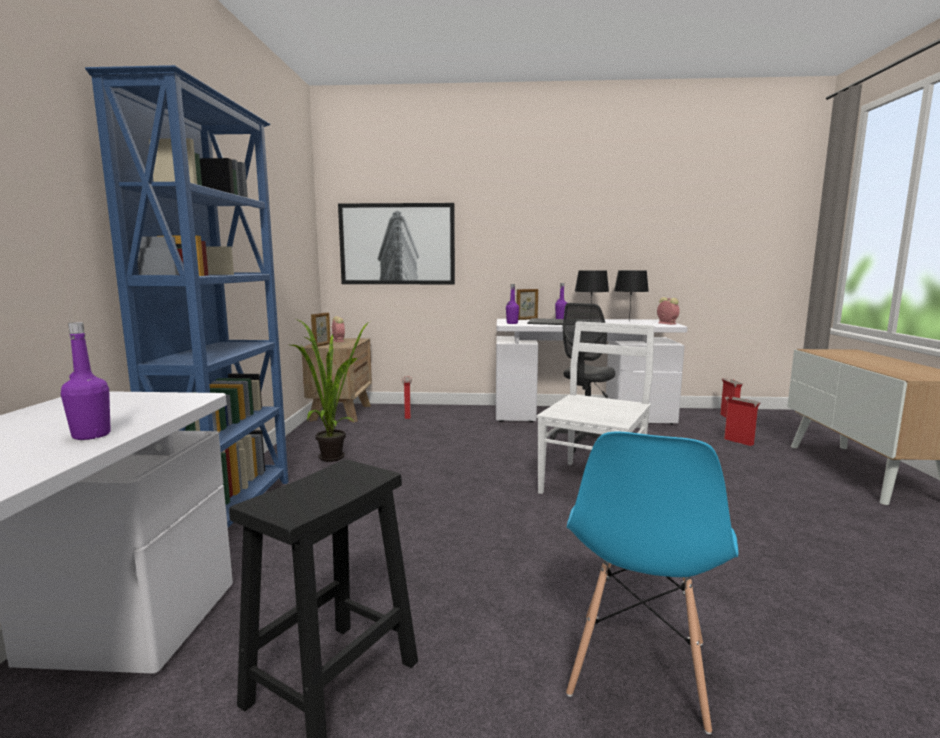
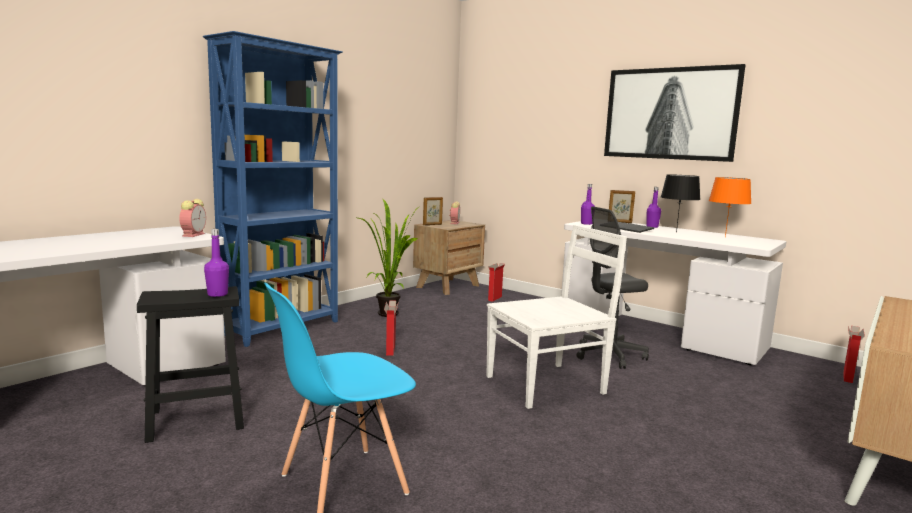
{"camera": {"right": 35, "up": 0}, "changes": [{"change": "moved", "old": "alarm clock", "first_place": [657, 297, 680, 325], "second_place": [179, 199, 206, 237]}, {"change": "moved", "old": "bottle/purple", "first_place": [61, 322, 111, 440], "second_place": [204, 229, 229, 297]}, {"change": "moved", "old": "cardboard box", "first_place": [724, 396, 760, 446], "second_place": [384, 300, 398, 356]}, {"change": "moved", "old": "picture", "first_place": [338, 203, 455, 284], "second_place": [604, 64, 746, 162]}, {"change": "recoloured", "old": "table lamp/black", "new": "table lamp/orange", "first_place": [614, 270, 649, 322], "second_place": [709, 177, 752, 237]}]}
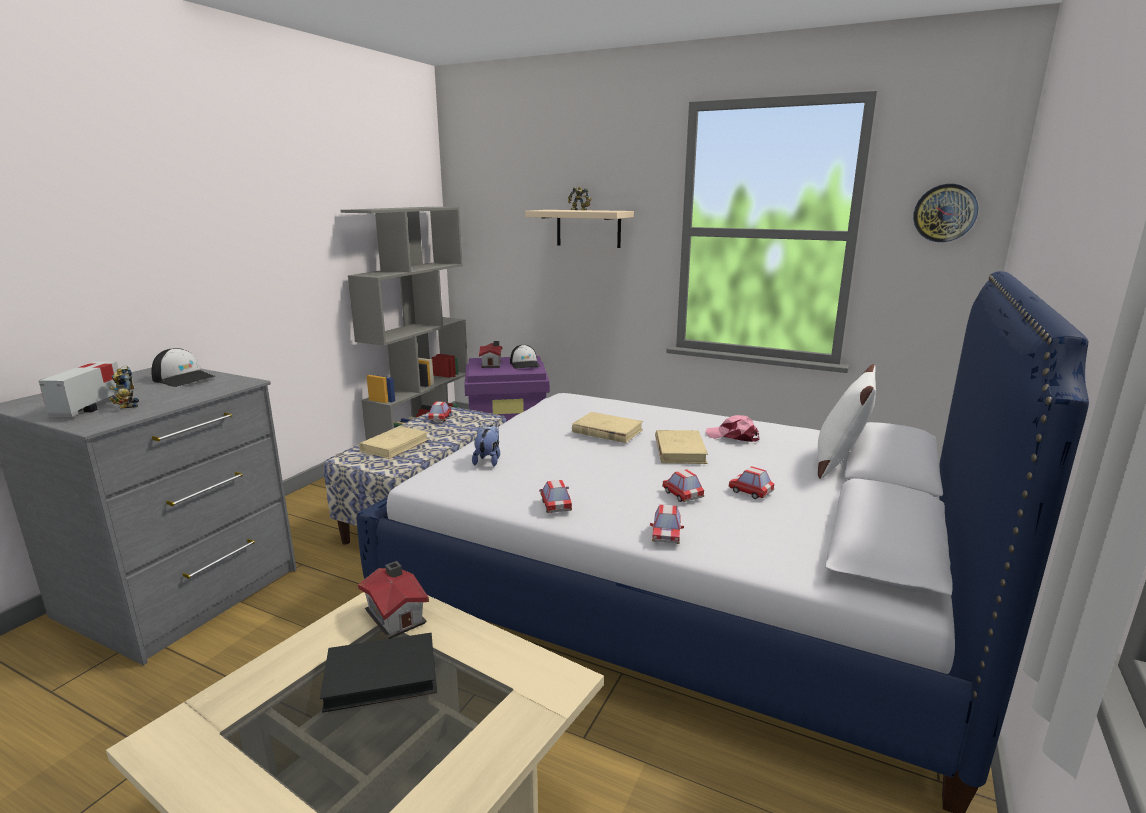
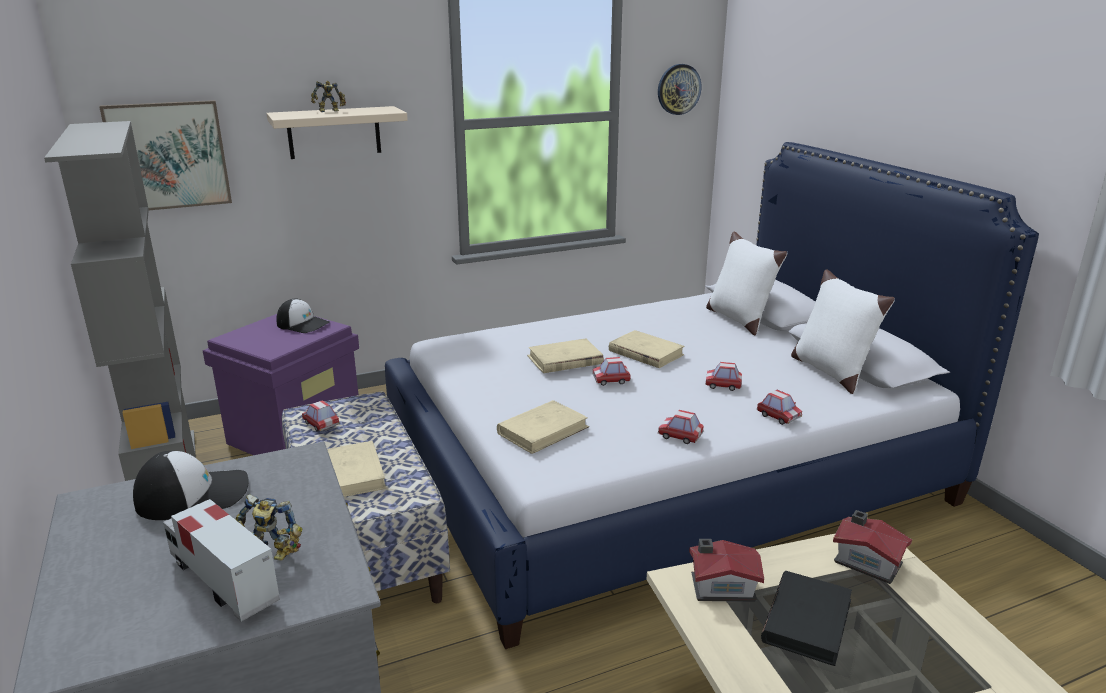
{"camera": {"right": -50, "up": 5}, "changes": [{"change": "added", "new": "picture", "second_place": [99, 100, 232, 210]}, {"change": "replaced", "old": "plush toy", "new": "book/beige", "first_place": [472, 425, 500, 466], "second_place": [497, 400, 589, 454]}, {"change": "moved", "old": "toy car", "first_place": [728, 466, 774, 499], "second_place": [592, 357, 631, 386]}, {"change": "added", "new": "pillow/white", "second_place": [791, 269, 895, 394]}, {"change": "moved", "old": "toy house", "first_place": [479, 341, 502, 368], "second_place": [833, 510, 912, 584]}, {"change": "removed", "old": "cap/pink", "first_place": [705, 415, 759, 442]}]}
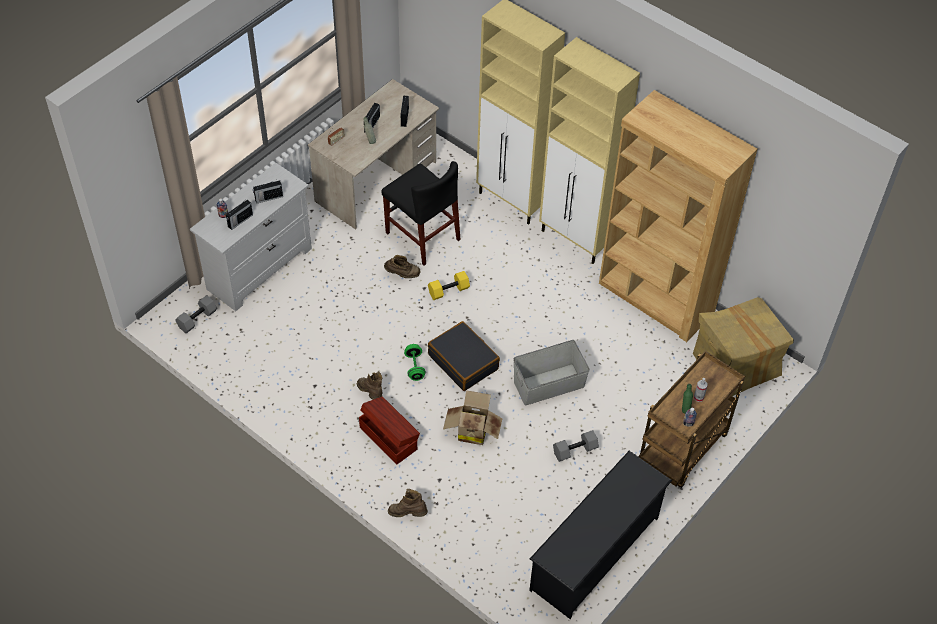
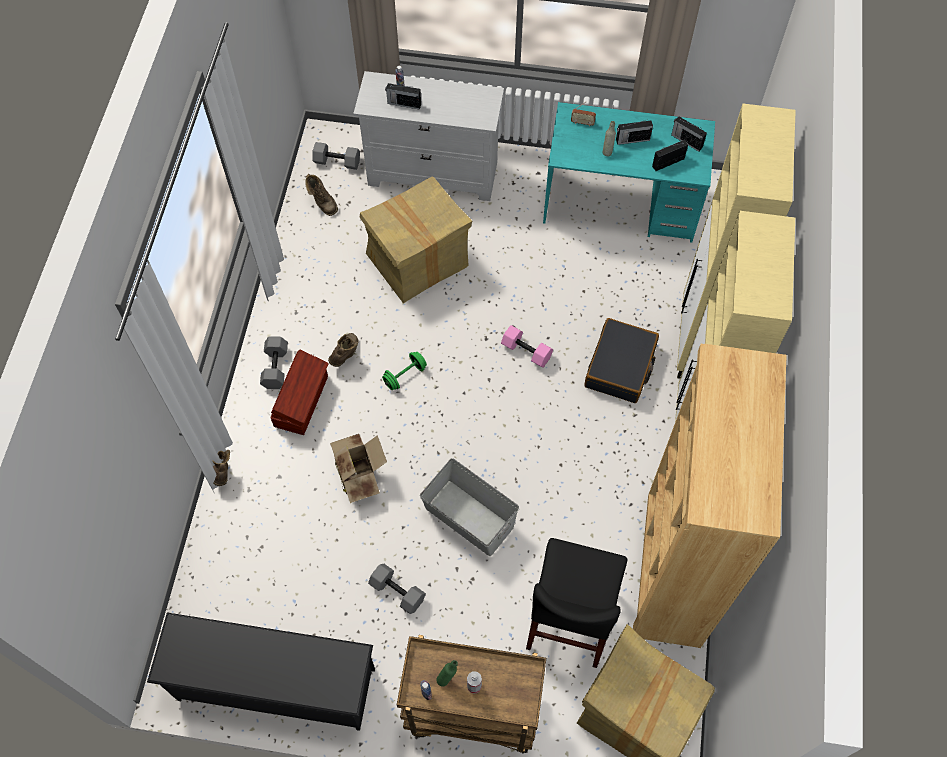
{"camera": {"right": 60, "up": 10}, "changes": [{"change": "added", "new": "dumbbell/grey", "second_place": [260, 336, 288, 389]}, {"change": "moved", "old": "boot/brown", "first_place": [384, 255, 420, 278], "second_place": [305, 174, 338, 216]}, {"change": "added", "new": "cardboard box", "second_place": [360, 177, 472, 303]}, {"change": "recoloured", "old": "dumbbell/yellow", "new": "dumbbell/pink", "first_place": [428, 271, 470, 300], "second_place": [501, 325, 553, 368]}, {"change": "moved", "old": "chair/black", "first_place": [382, 161, 461, 266], "second_place": [526, 538, 627, 668]}, {"change": "recoloured", "old": "desk/beige", "new": "desk/turquoise", "first_place": [308, 79, 439, 230], "second_place": [543, 102, 715, 243]}, {"change": "moved", "old": "suitcase/black", "first_place": [428, 321, 500, 391], "second_place": [584, 318, 659, 403]}, {"change": "moved", "old": "radio", "first_place": [253, 181, 283, 203], "second_place": [671, 116, 707, 152]}]}
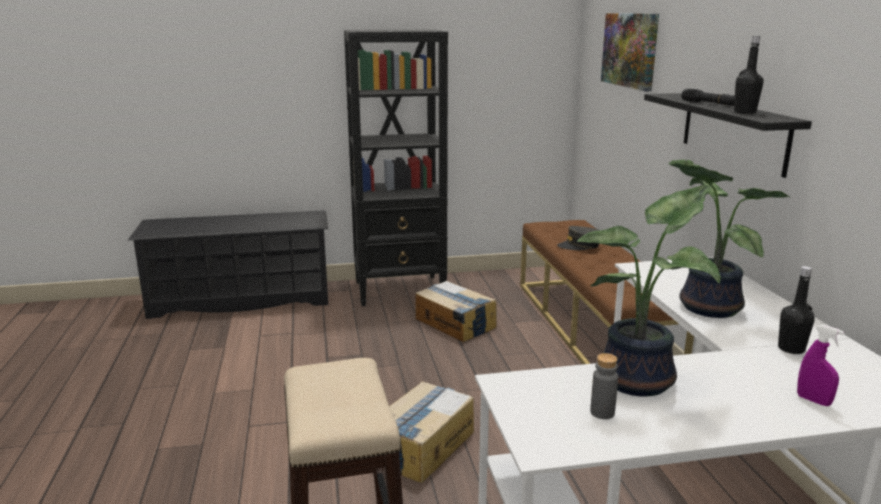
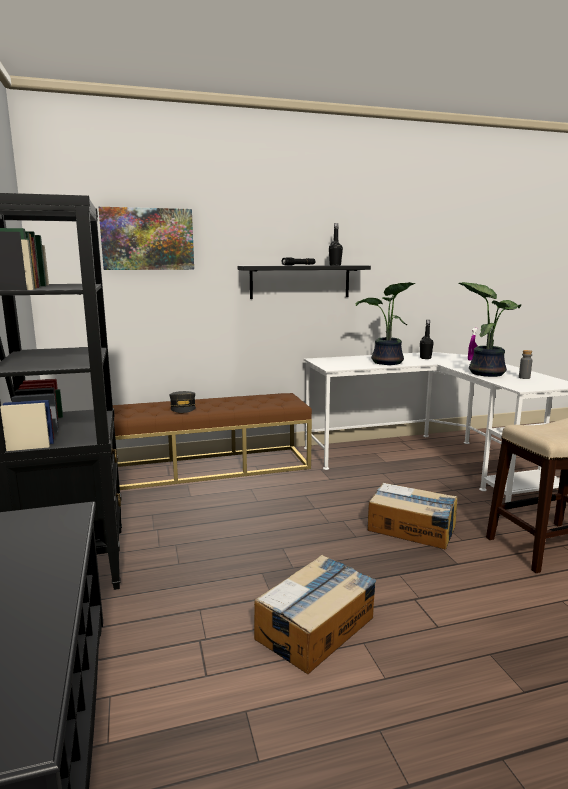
{"camera": {"right": -95, "up": -5}, "changes": [{"change": "moved", "old": "cardboard box", "first_place": [415, 281, 497, 342], "second_place": [254, 555, 376, 674]}]}
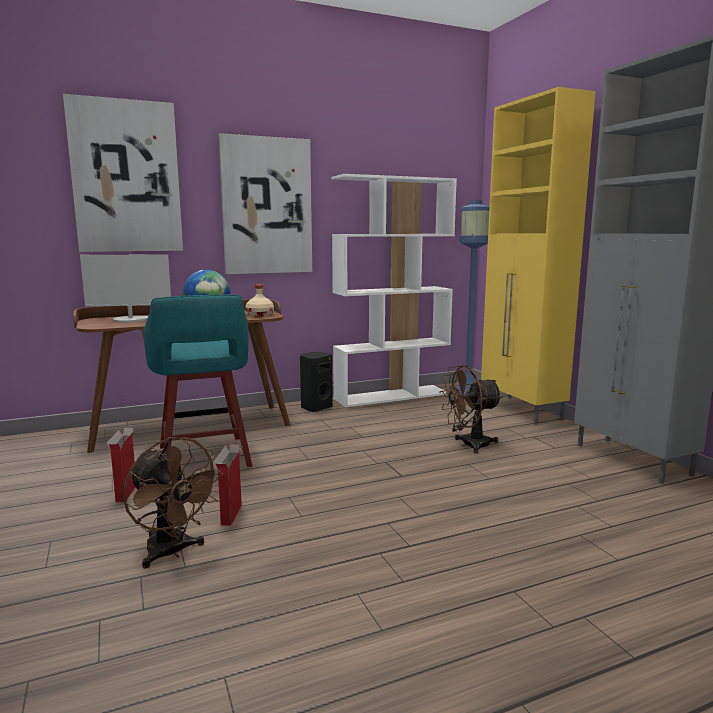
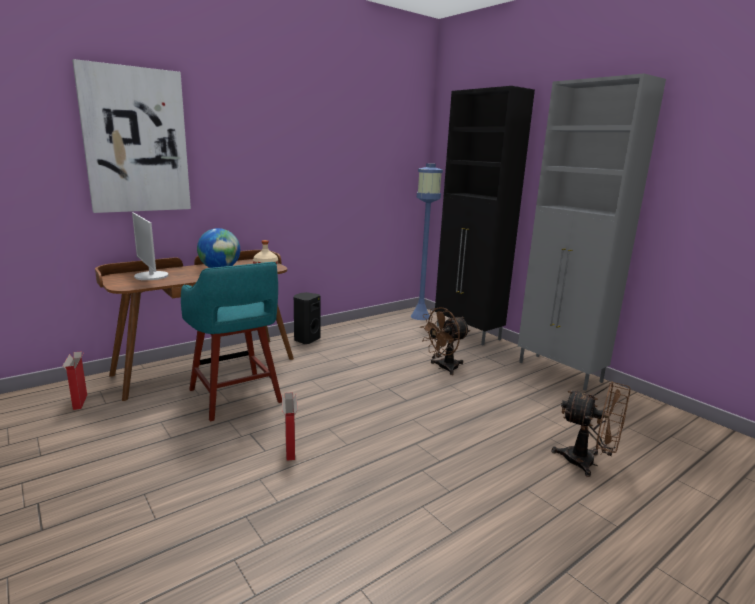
{"camera": {"right": -15, "up": 5}, "changes": [{"change": "moved", "old": "cardboard box", "first_place": [106, 428, 135, 502], "second_place": [63, 352, 87, 410]}, {"change": "turned", "old": "monitor", "first_place": [80, 254, 171, 323], "second_place": [132, 212, 169, 280], "degrees": 75}, {"change": "recoloured", "old": "cabinet/yellow", "new": "cabinet/black", "first_place": [481, 87, 596, 425], "second_place": [435, 86, 535, 345]}, {"change": "moved", "old": "fan/brown", "first_place": [123, 437, 223, 568], "second_place": [551, 381, 630, 477]}, {"change": "removed", "old": "picture", "first_place": [218, 133, 312, 274]}, {"change": "removed", "old": "bookcase/white", "first_place": [331, 174, 457, 408]}]}
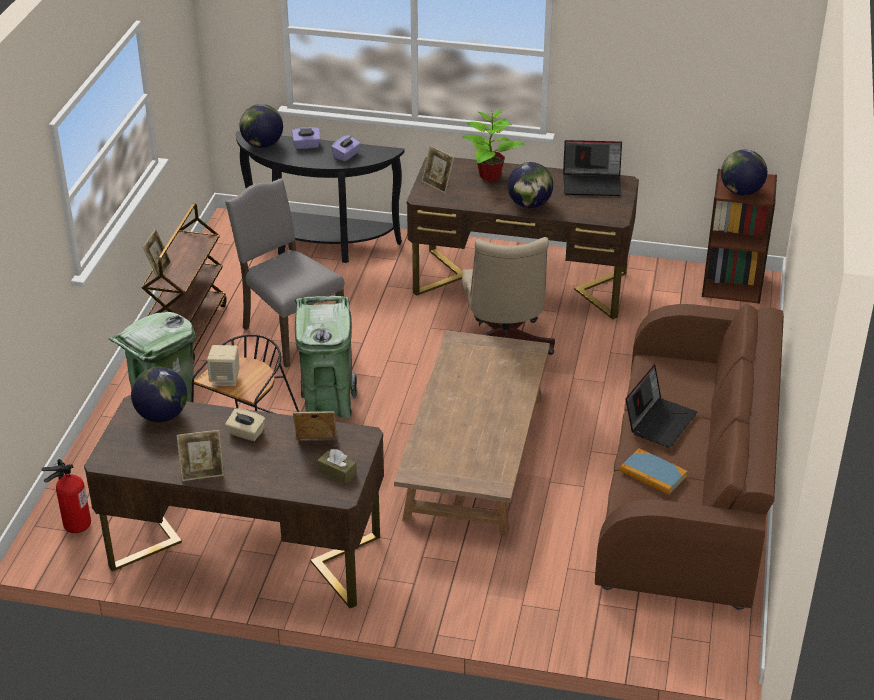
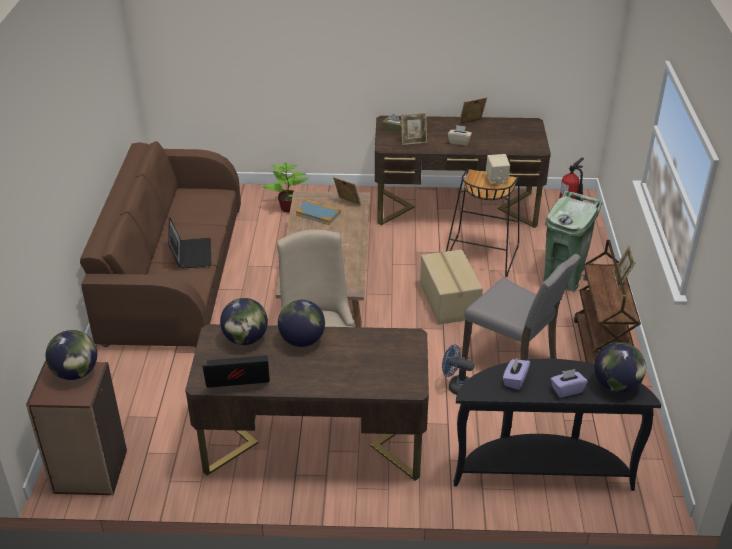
{"camera": {"right": 170, "up": 0}, "changes": [{"change": "turned", "old": "laptop", "first_place": [625, 364, 698, 448], "second_place": [168, 217, 212, 269], "degrees": 150}, {"change": "moved", "old": "globe", "first_place": [131, 367, 187, 422], "second_place": [220, 298, 268, 345]}, {"change": "moved", "old": "potted plant", "first_place": [462, 109, 525, 181], "second_place": [263, 162, 309, 213]}, {"change": "moved", "old": "book", "first_place": [620, 448, 688, 495], "second_place": [296, 200, 341, 225]}, {"change": "moved", "old": "picture frame", "first_place": [422, 146, 454, 193], "second_place": [333, 177, 361, 205]}, {"change": "replaced", "old": "trash can/green", "new": "cardboard box", "first_place": [295, 296, 357, 419], "second_place": [420, 249, 483, 324]}, {"change": "added", "new": "fan/blue", "second_place": [442, 345, 474, 395]}]}
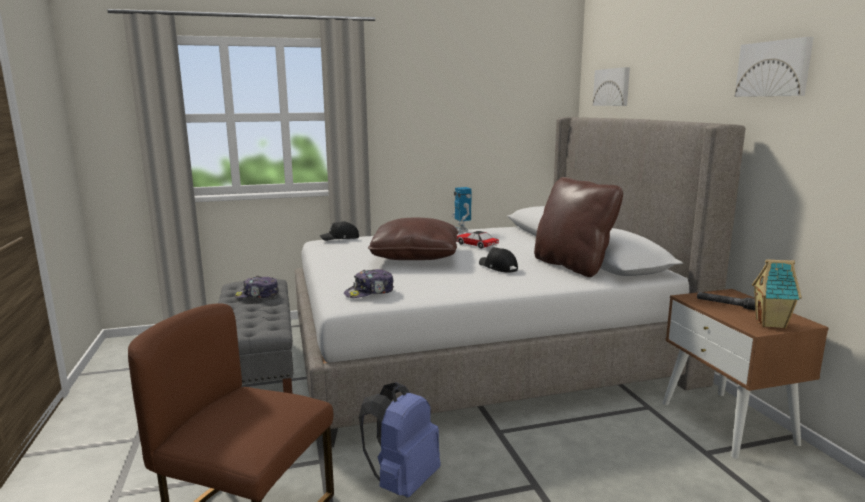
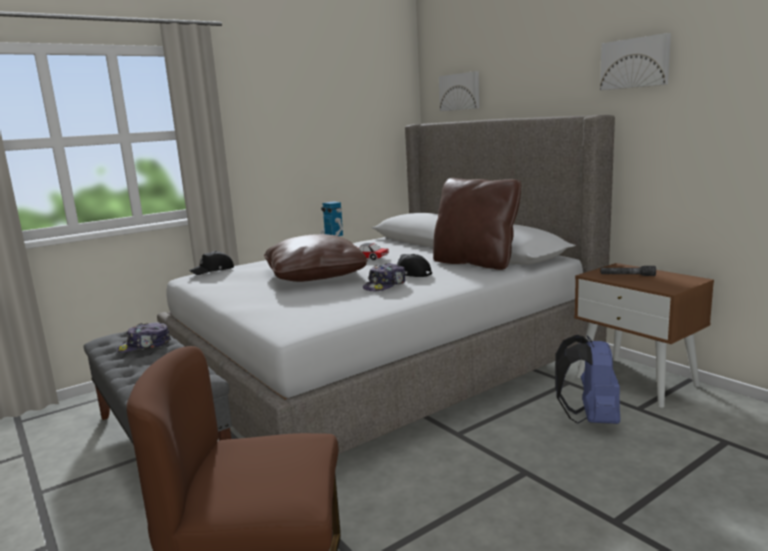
{"camera": {"right": -20, "up": 0}, "changes": [{"change": "moved", "old": "cap", "first_place": [344, 269, 394, 298], "second_place": [363, 263, 405, 291]}, {"change": "moved", "old": "backpack/blue", "first_place": [359, 383, 441, 498], "second_place": [555, 335, 620, 424]}, {"change": "removed", "old": "toy house", "first_place": [752, 259, 802, 328]}]}
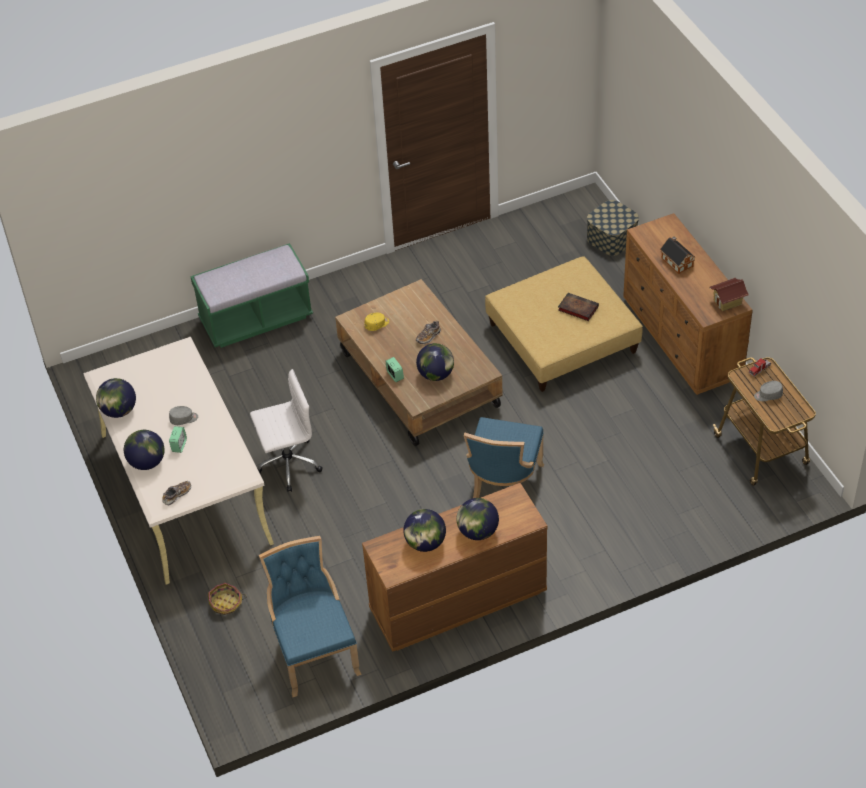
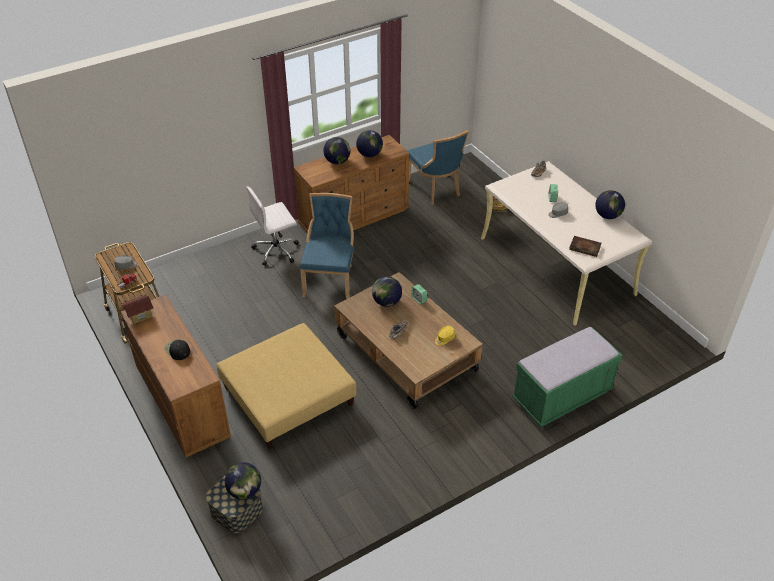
{"camera": {"right": 170, "up": -5}, "changes": [{"change": "replaced", "old": "toy house", "new": "cap/black", "first_place": [660, 236, 696, 274], "second_place": [165, 339, 190, 360]}, {"change": "moved", "old": "globe", "first_place": [124, 430, 165, 470], "second_place": [225, 462, 261, 499]}, {"change": "moved", "old": "office chair/white", "first_place": [250, 369, 323, 492], "second_place": [246, 186, 299, 266]}, {"change": "moved", "old": "book", "first_place": [558, 293, 599, 321], "second_place": [569, 236, 601, 257]}]}
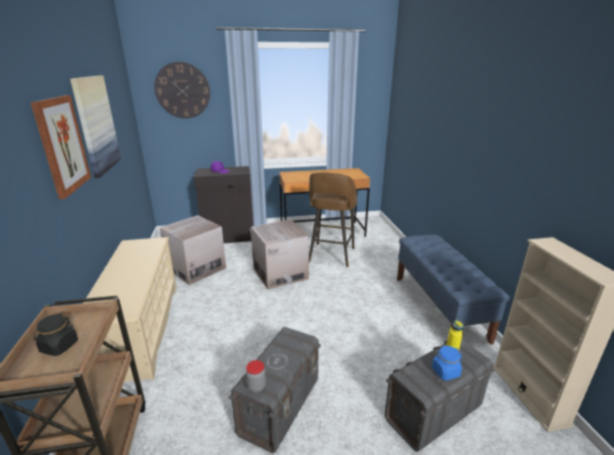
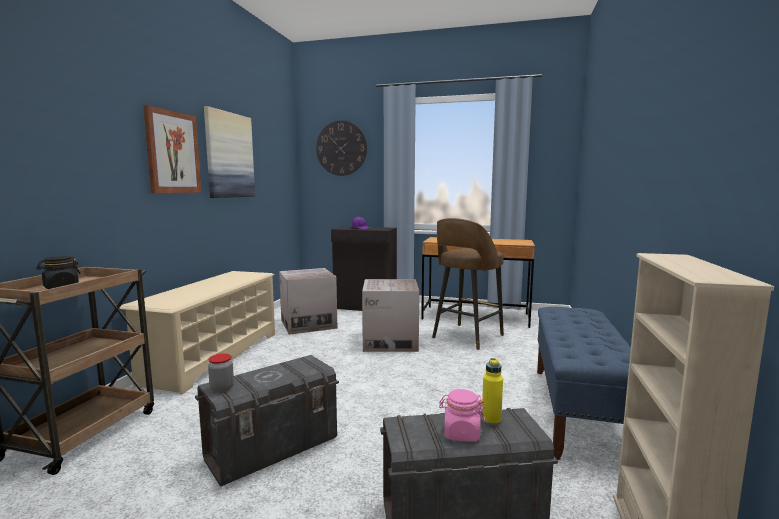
{"camera": {"right": 25, "up": -15}, "changes": [{"change": "recoloured", "old": "jar/blue", "new": "jar/pink", "first_place": [432, 346, 462, 381], "second_place": [439, 389, 485, 442]}]}
